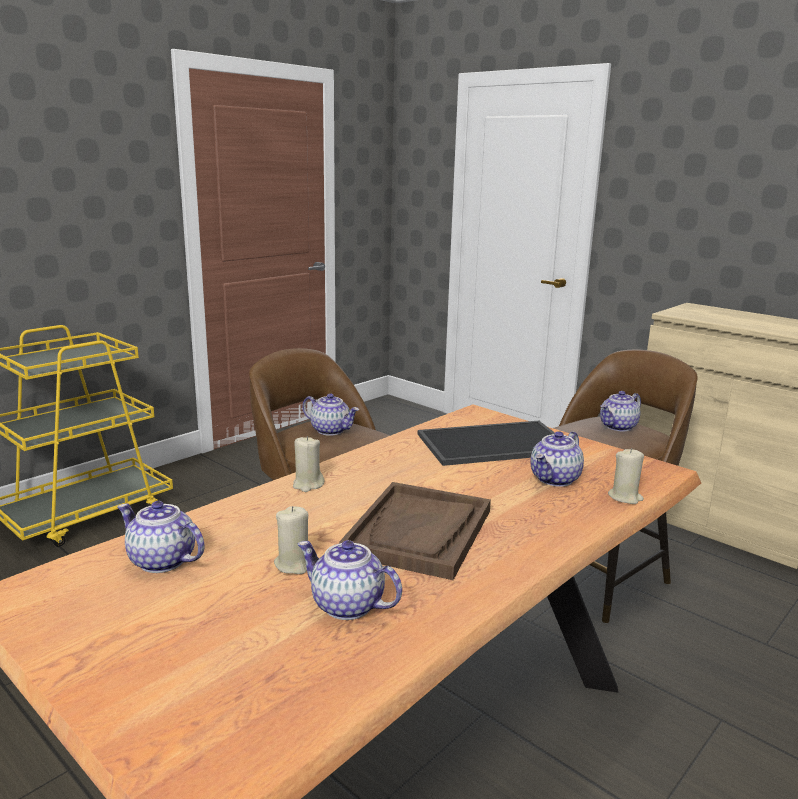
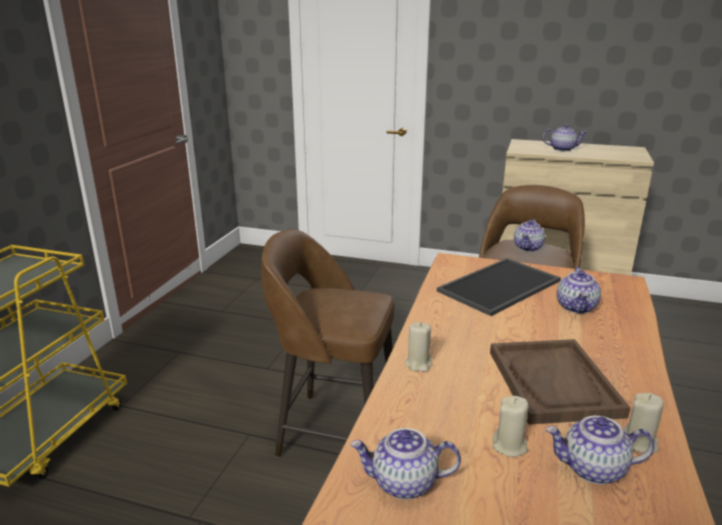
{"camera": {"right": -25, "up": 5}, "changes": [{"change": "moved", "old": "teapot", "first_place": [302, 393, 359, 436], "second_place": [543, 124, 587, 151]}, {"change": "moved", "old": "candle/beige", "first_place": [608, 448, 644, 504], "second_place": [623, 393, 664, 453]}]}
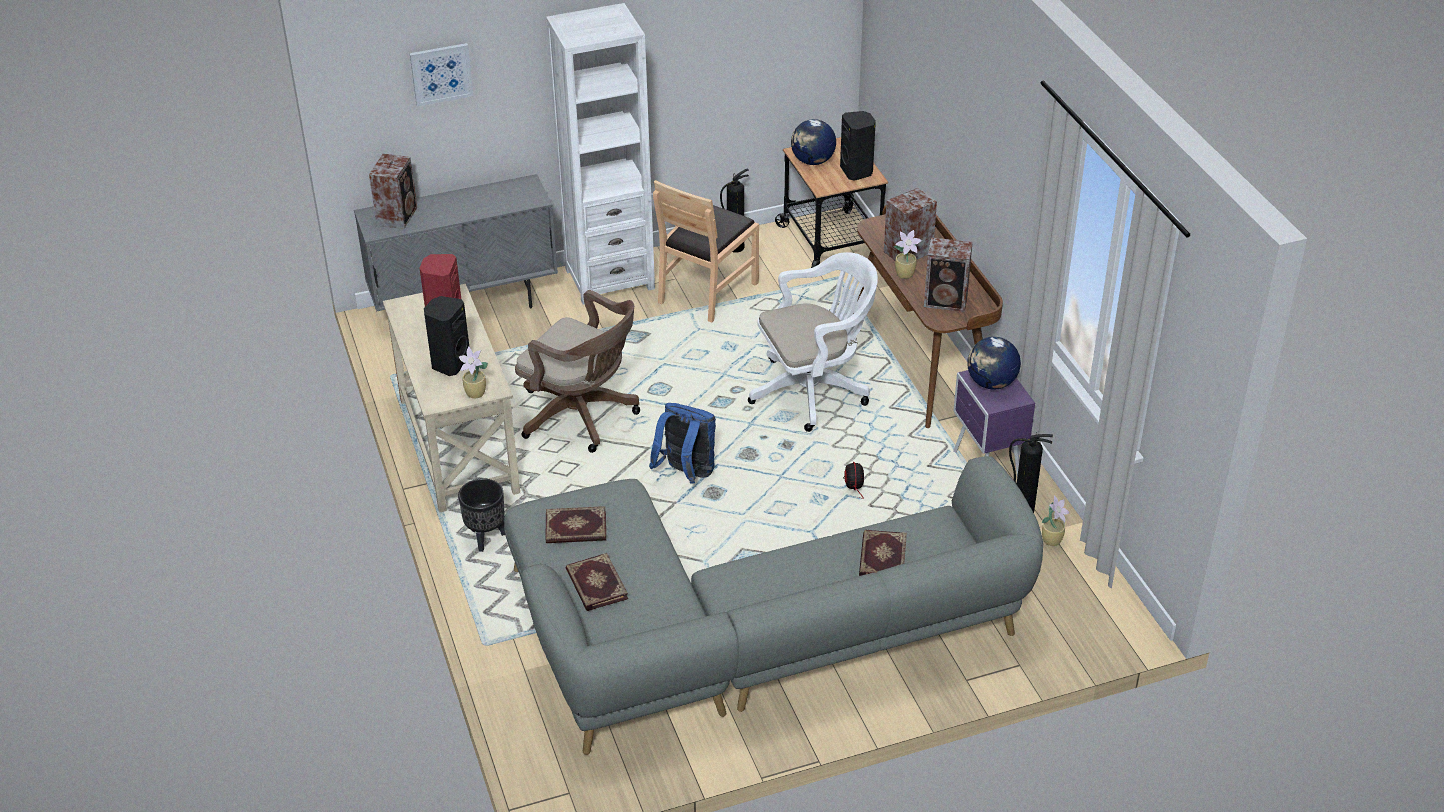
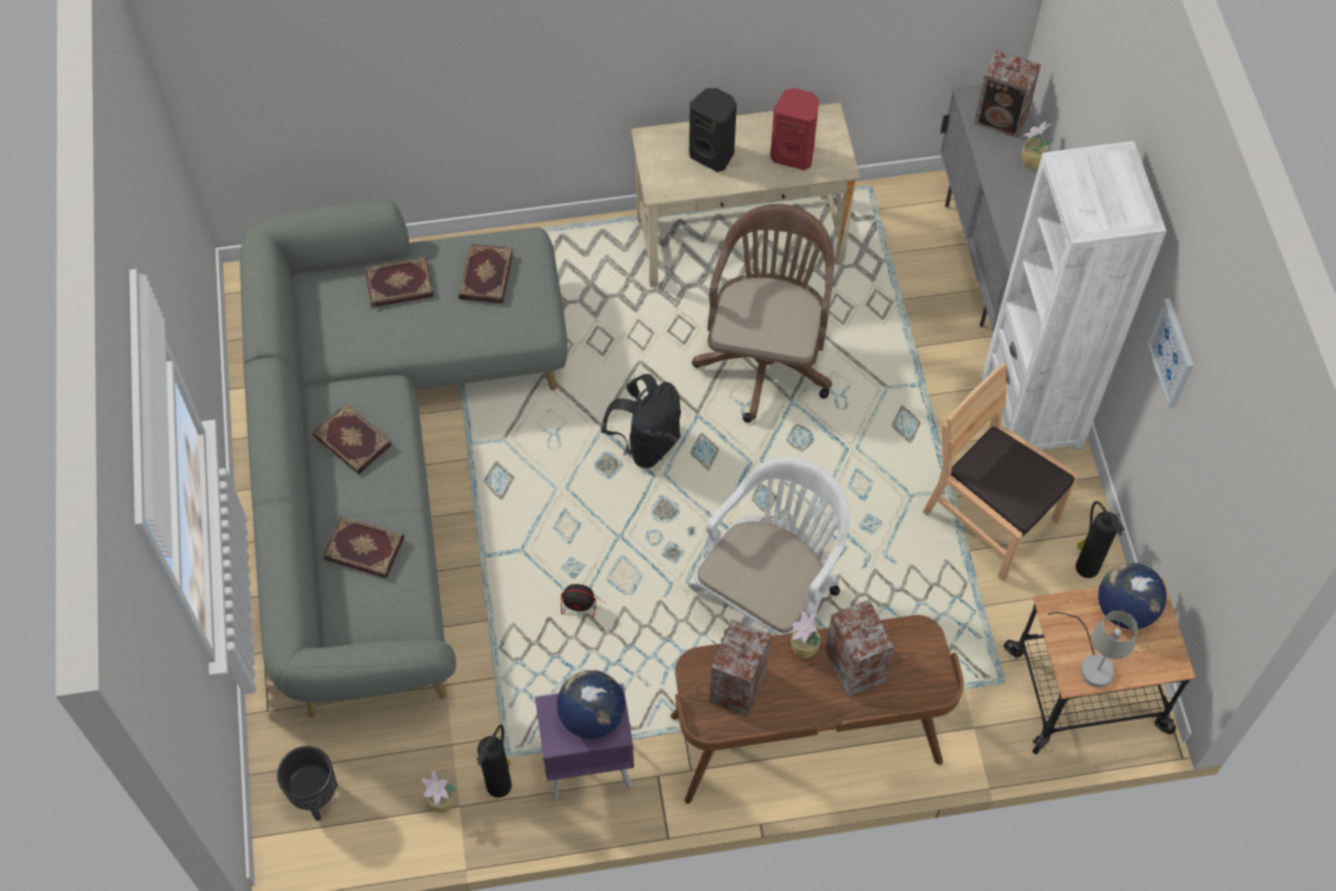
{"camera": {"right": 100, "up": 20}, "changes": [{"change": "moved", "old": "planter/black", "first_place": [458, 478, 505, 552], "second_place": [277, 746, 338, 821]}, {"change": "added", "new": "book", "second_place": [313, 403, 392, 474]}, {"change": "recoloured", "old": "backpack/blue", "new": "backpack/black", "first_place": [649, 403, 716, 484], "second_place": [601, 374, 681, 468]}, {"change": "turned", "old": "office chair/white", "first_place": [748, 252, 878, 432], "second_place": [688, 457, 850, 635], "degrees": -135}, {"change": "turned", "old": "office chair/brown", "first_place": [515, 290, 640, 453], "second_place": [692, 204, 834, 422], "degrees": 150}, {"change": "moved", "old": "potted plant", "first_place": [459, 347, 488, 399], "second_place": [1022, 121, 1055, 169]}, {"change": "replaced", "old": "speaker/black", "new": "table lamp/grey", "first_place": [840, 111, 876, 181], "second_place": [1048, 611, 1138, 687]}, {"change": "moved", "old": "picture", "first_place": [410, 43, 473, 106], "second_place": [1146, 298, 1194, 408]}]}
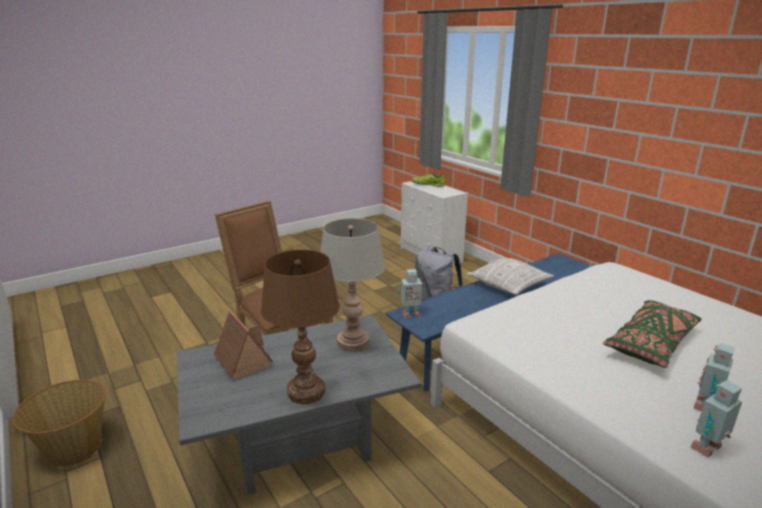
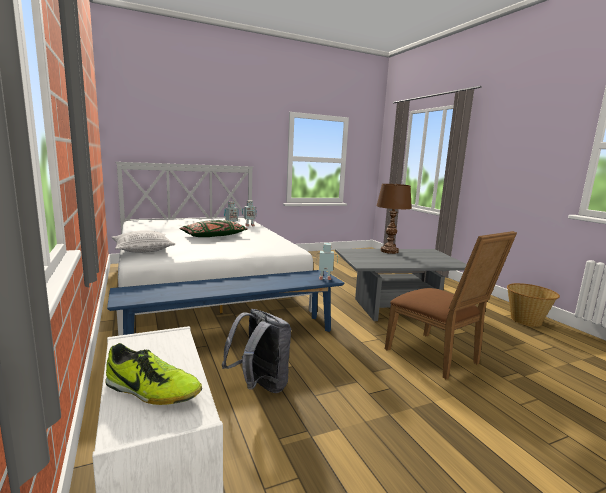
{"camera": {"right": -170, "up": -10}, "changes": [{"change": "moved", "old": "pillow", "first_place": [466, 257, 554, 295], "second_place": [112, 230, 175, 253]}, {"change": "removed", "old": "toy house", "first_place": [214, 310, 273, 380]}, {"change": "removed", "old": "table lamp/grey", "first_place": [321, 218, 385, 352]}]}
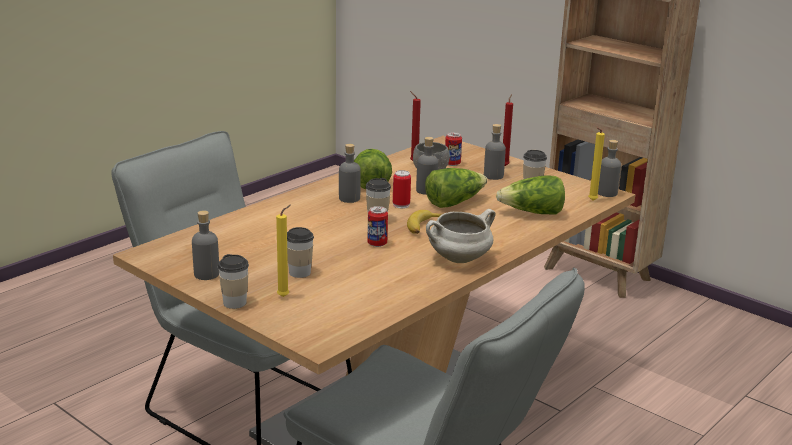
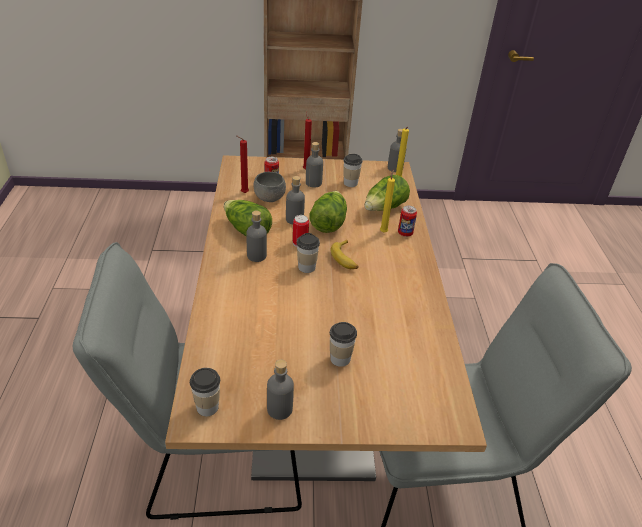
{"camera": {"right": -45, "up": 15}, "changes": [{"change": "moved", "old": "cup", "first_place": [218, 254, 249, 309], "second_place": [190, 368, 220, 416]}, {"change": "moved", "old": "candle/yellow", "first_place": [276, 205, 291, 297], "second_place": [380, 170, 395, 233]}, {"change": "moved", "old": "can", "first_place": [367, 206, 388, 247], "second_place": [398, 206, 417, 237]}, {"change": "removed", "old": "cooking pot/white", "first_place": [426, 209, 496, 263]}]}
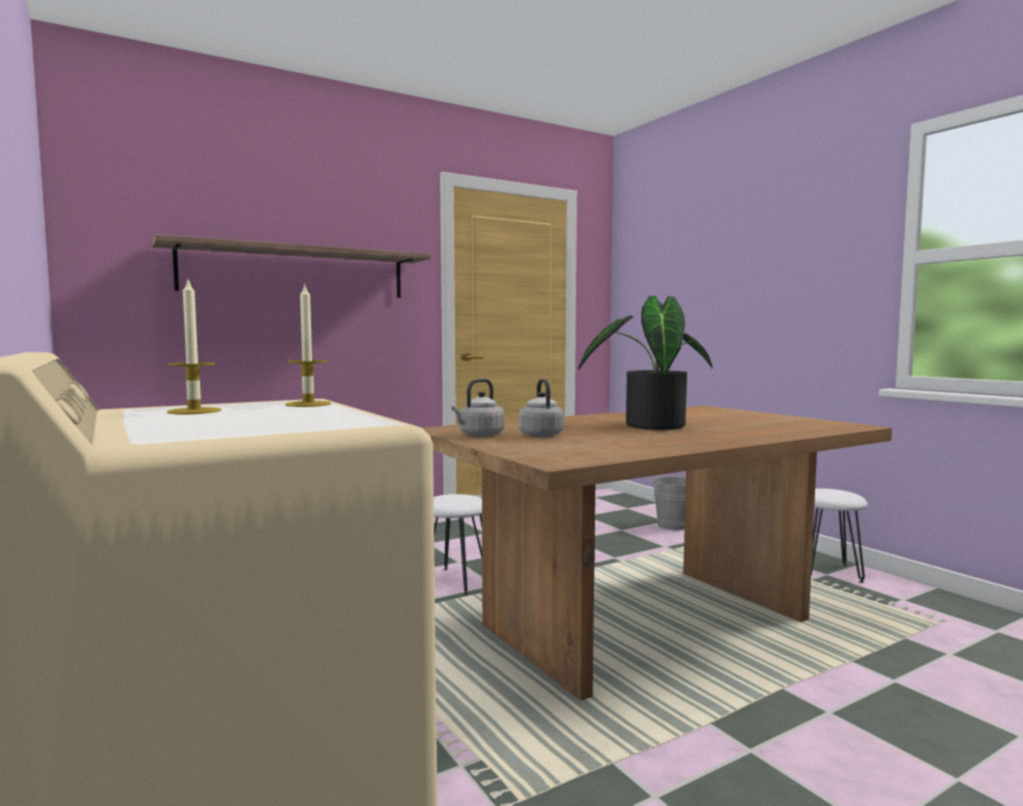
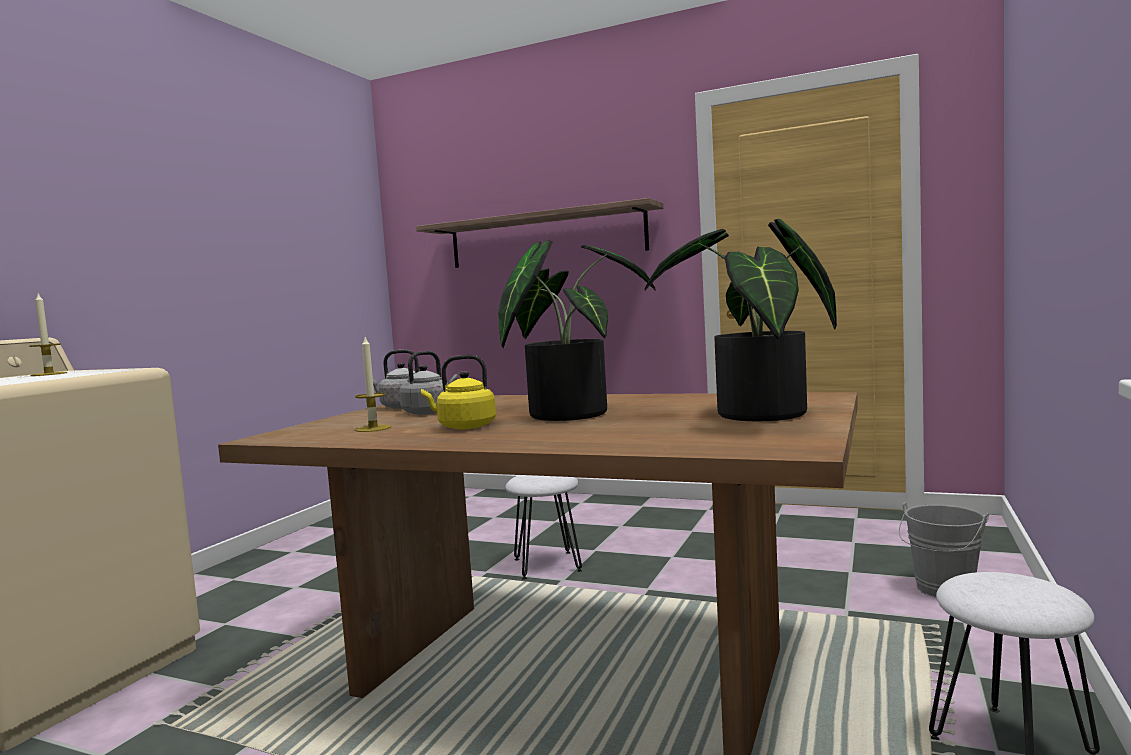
{"camera": {"right": 55, "up": 0}, "changes": [{"change": "moved", "old": "candle", "first_place": [285, 283, 331, 407], "second_place": [355, 337, 391, 432]}, {"change": "added", "new": "kettle/yellow", "second_place": [421, 355, 496, 429]}, {"change": "added", "new": "potted plant", "second_place": [644, 219, 837, 421]}]}
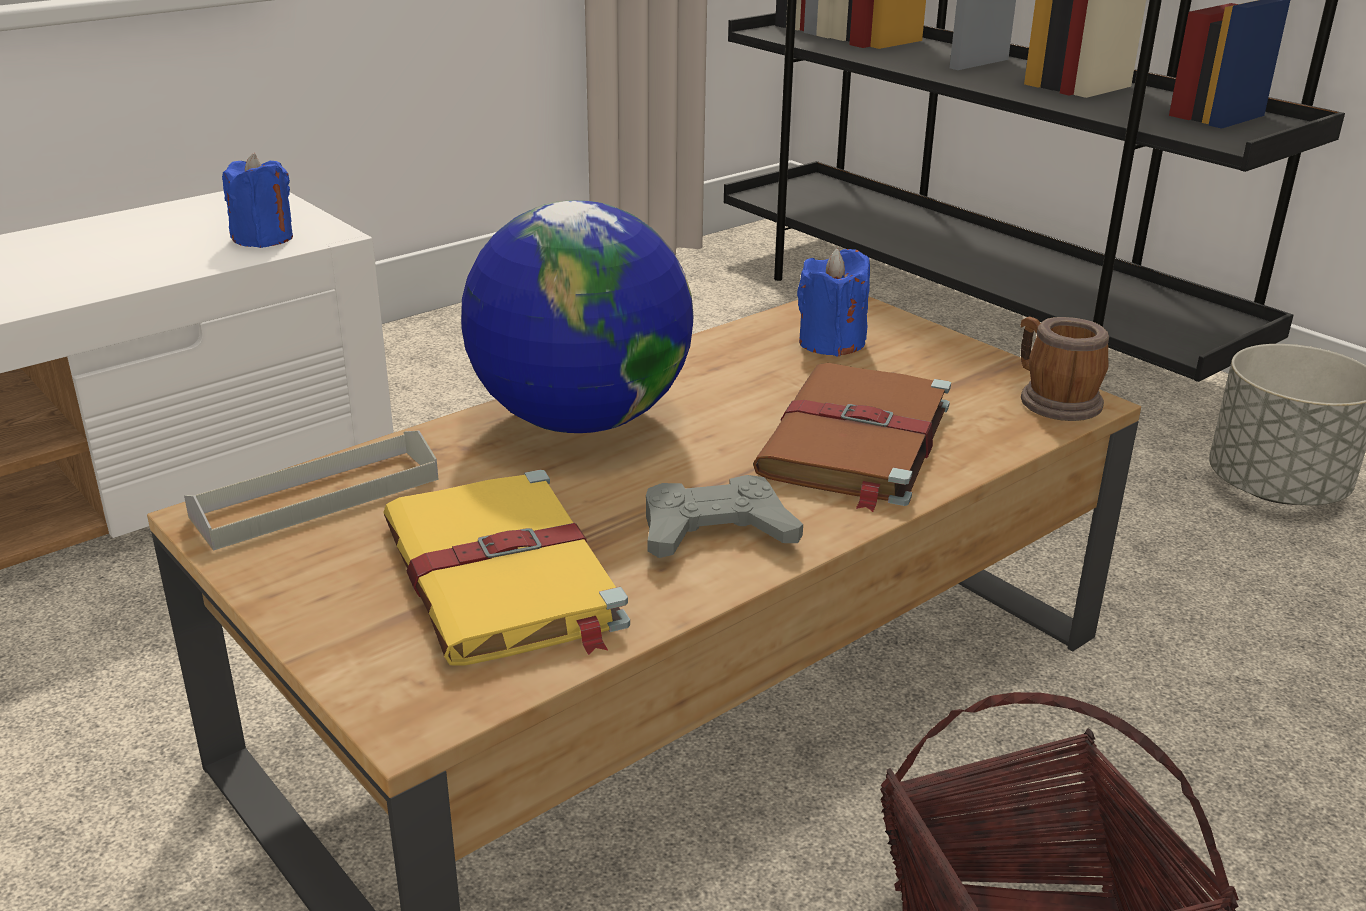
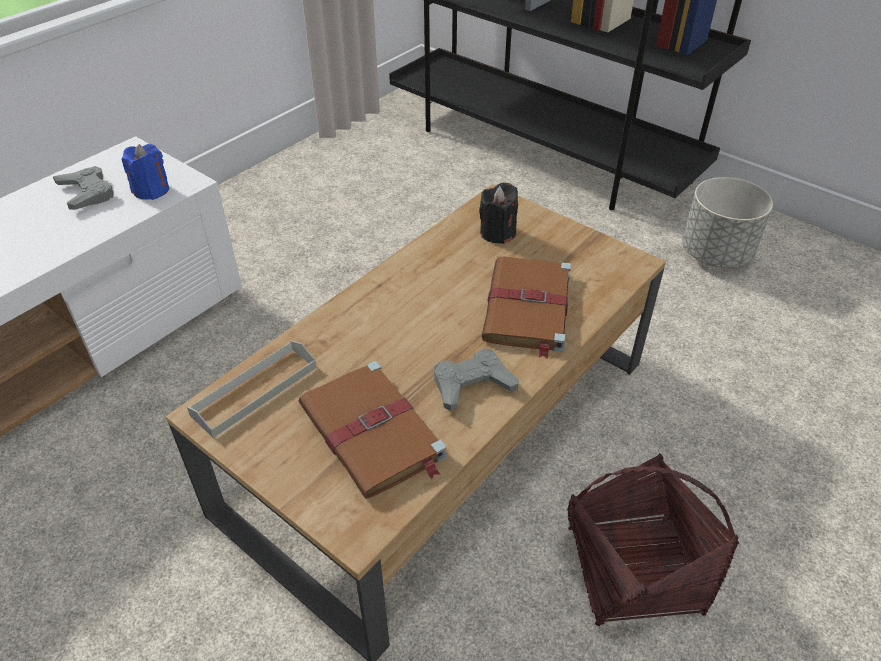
{"camera": {"right": -10, "up": 15}, "changes": [{"change": "added", "new": "game controller/grey", "second_place": [53, 166, 114, 210]}, {"change": "recoloured", "old": "book/yellow", "new": "book/brown", "first_place": [383, 470, 630, 665], "second_place": [298, 361, 447, 499]}, {"change": "recoloured", "old": "candle/blue", "new": "candle/black", "first_place": [797, 248, 870, 356], "second_place": [479, 183, 518, 244]}, {"change": "removed", "old": "globe", "first_place": [461, 200, 694, 433]}, {"change": "removed", "old": "mug", "first_place": [1020, 317, 1109, 421]}]}
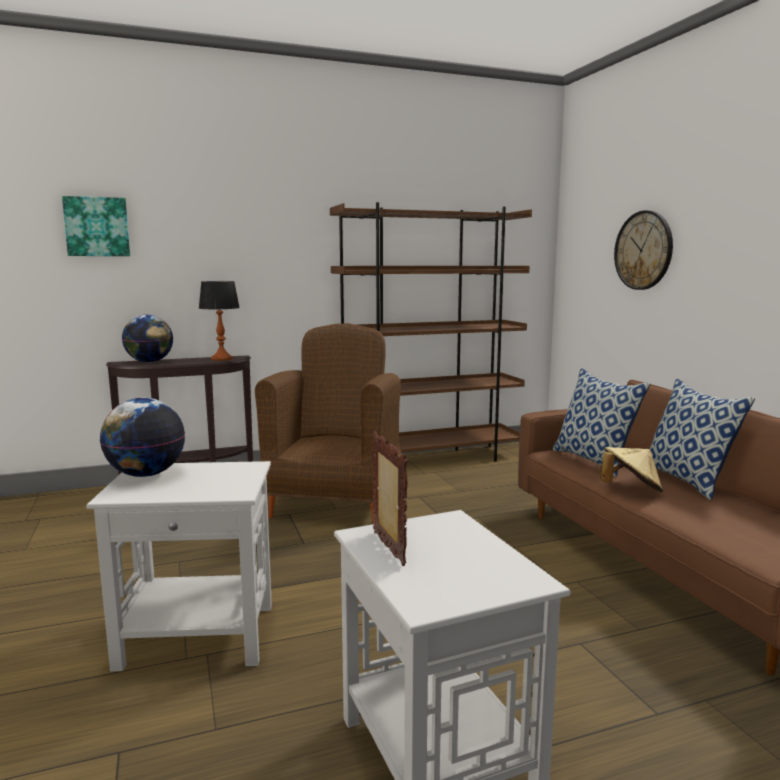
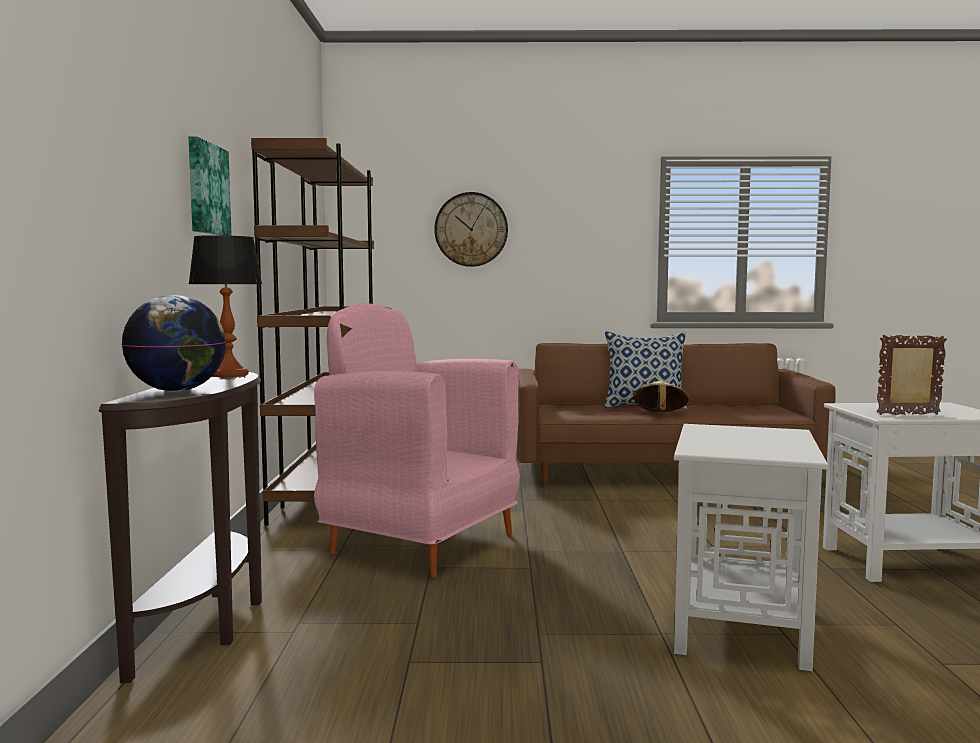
{"camera": {"right": -70, "up": -5}, "changes": [{"change": "moved", "old": "picture", "first_place": [62, 196, 130, 256], "second_place": [189, 136, 232, 236]}, {"change": "recoloured", "old": "armchair/brown", "new": "armchair/pink", "first_place": [255, 323, 401, 524], "second_place": [314, 303, 520, 578]}, {"change": "removed", "old": "globe", "first_place": [100, 397, 185, 477]}, {"change": "removed", "old": "pillow", "first_place": [553, 368, 650, 477]}]}
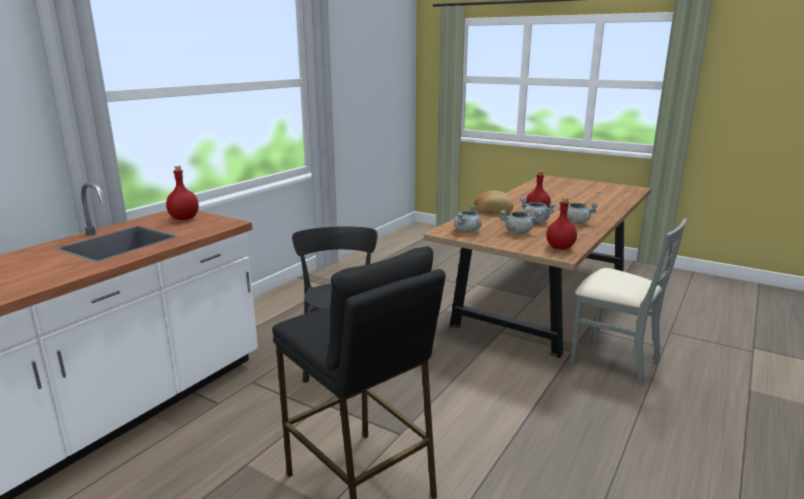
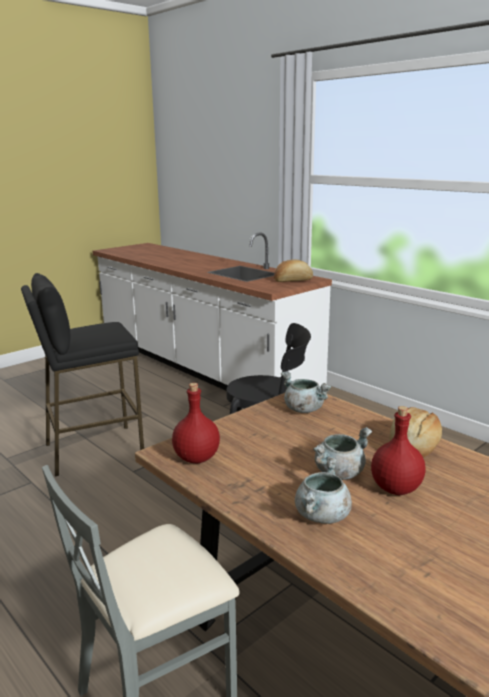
{"camera": {"right": 105, "up": 0}, "changes": [{"change": "replaced", "old": "bottle/red", "new": "bread", "first_place": [166, 166, 199, 220], "second_place": [274, 259, 313, 282]}, {"change": "removed", "old": "cooking pot/grey", "first_place": [500, 210, 542, 234]}]}
